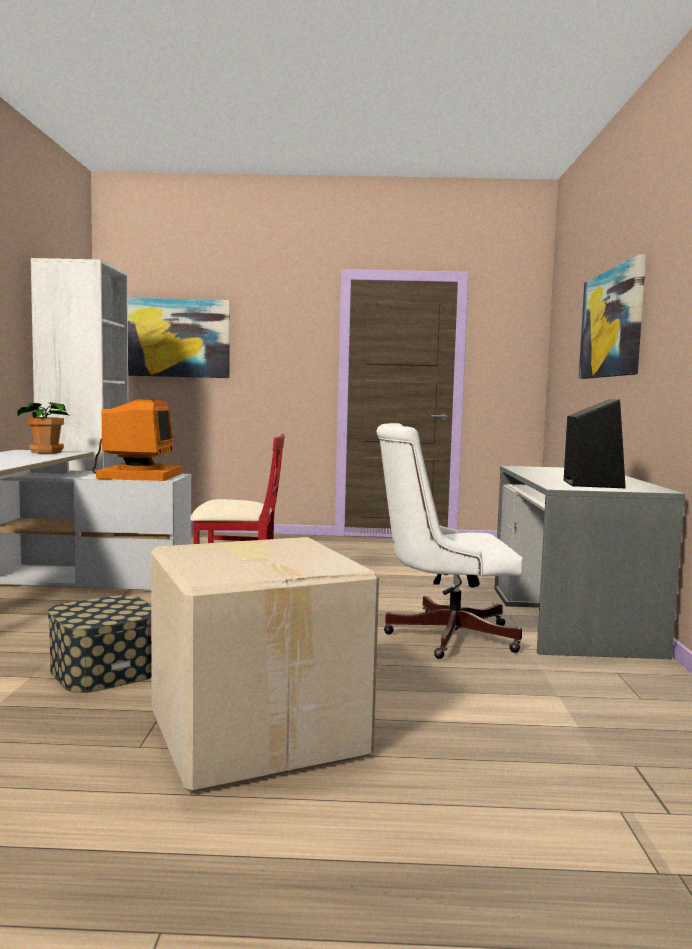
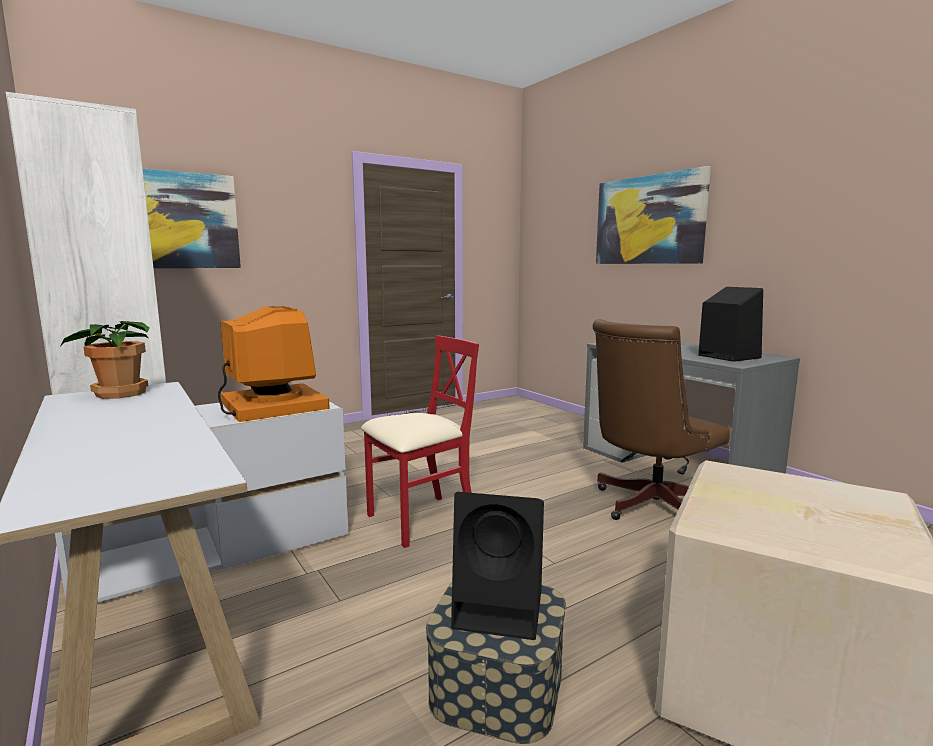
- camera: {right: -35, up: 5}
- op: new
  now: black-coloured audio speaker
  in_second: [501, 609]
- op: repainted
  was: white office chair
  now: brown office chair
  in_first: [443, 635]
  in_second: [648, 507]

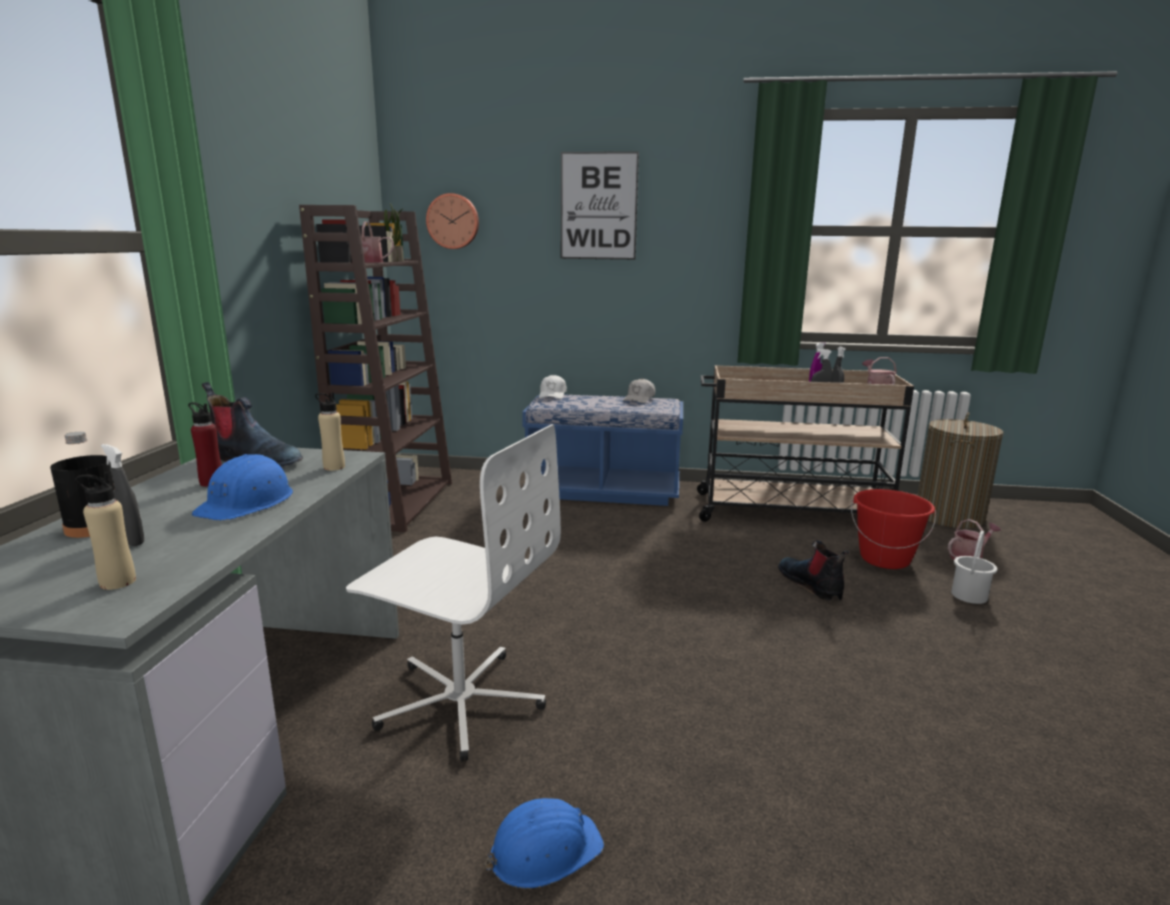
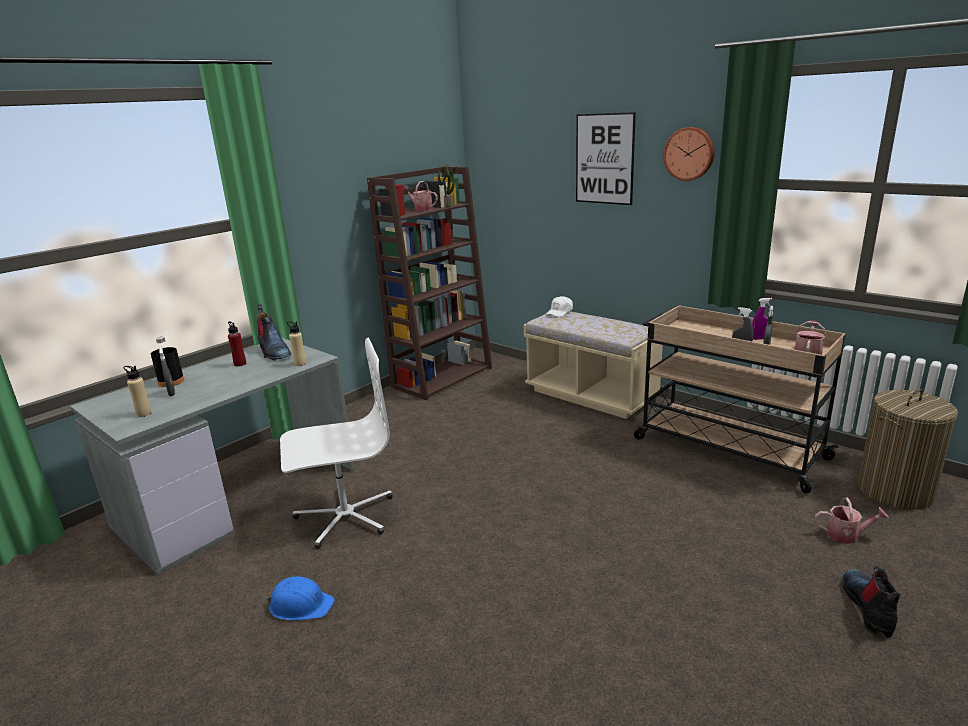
- camera: {right: 35, up: 5}
- op: rotated
  was: white office chair
  in_first: [460, 700]
  in_second: [345, 516]
  clockwise: -75
- op: repainted
  was: blue indoor bench
  now: beige indoor bench
  in_first: [603, 491]
  in_second: [591, 395]
- op: shifted
  was: hanging clock
  in_first: [453, 221]
  in_second: [689, 153]
- op: shifted
  was: tall boot
  in_first: [811, 585]
  in_second: [869, 608]
- op: gone
  was: blue hard hat
  in_first: [247, 502]
- op: gone
  was: white baseball cap
  in_first: [639, 399]
- op: gone
  was: reddish water bucket
  in_first: [884, 559]
- op: gone
  was: white water bucket
  in_first: [970, 595]

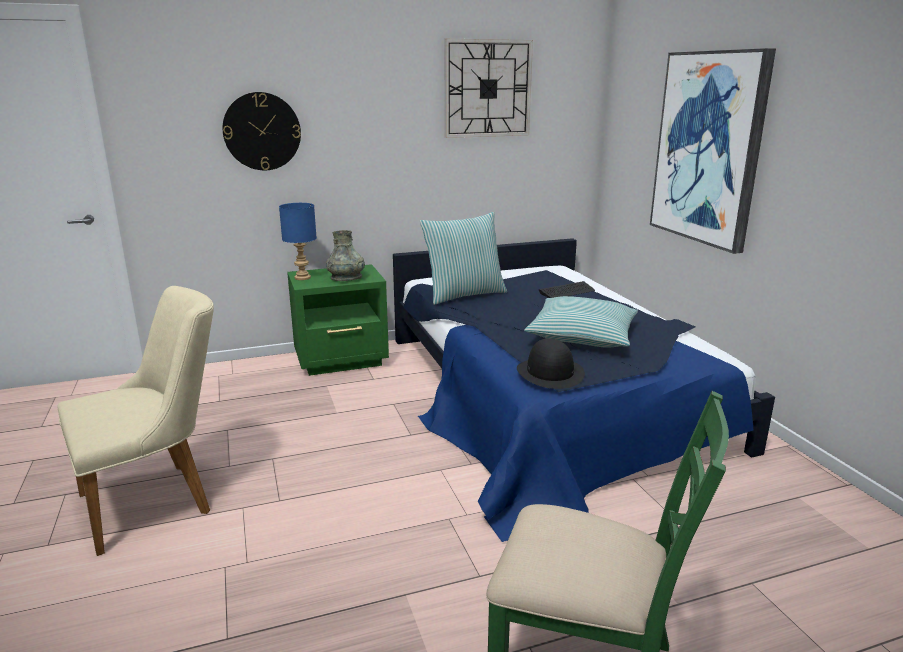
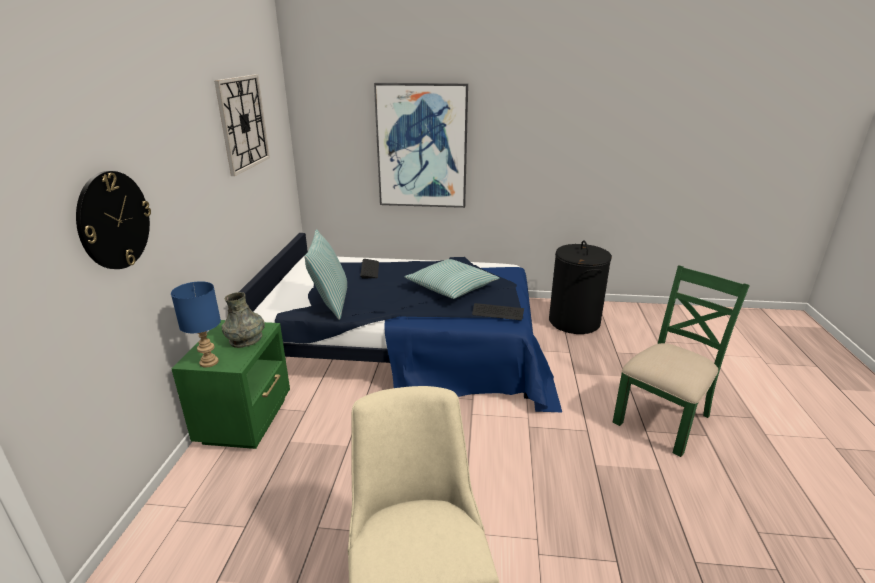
- camera: {right: -65, up: 5}
- op: swapped
  was: black-coloured hat
  now: computer keyboard
  in_first: [550, 373]
  in_second: [497, 313]
- op: new
  now: black-coloured hamper
  in_second: [574, 322]

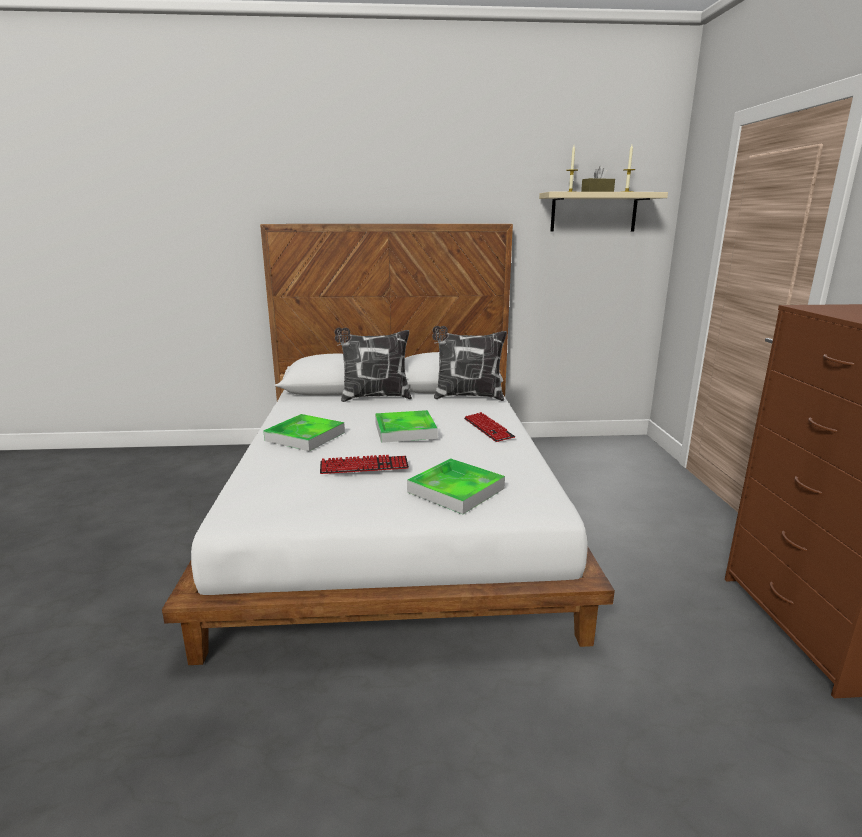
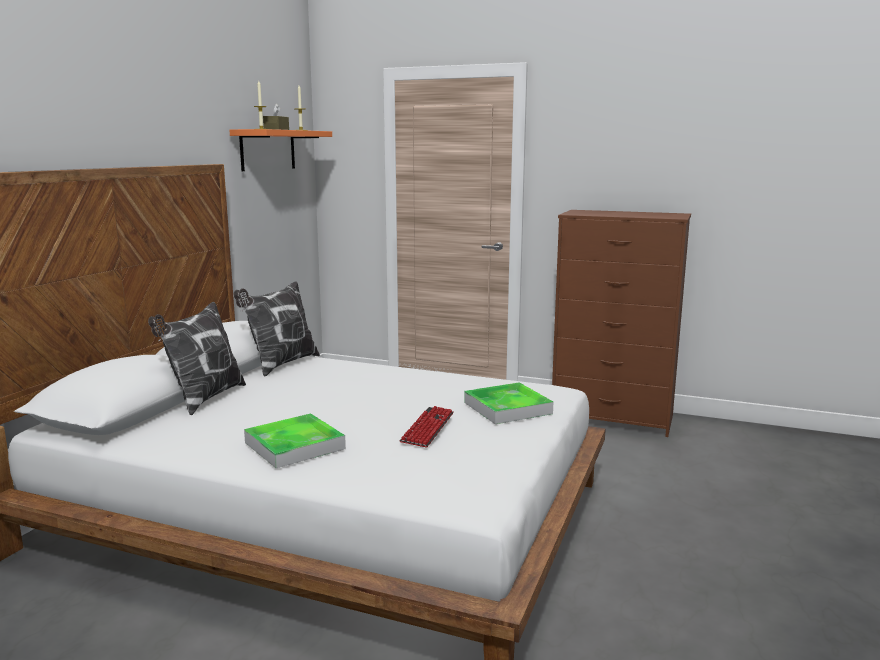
- camera: {right: -65, up: -5}
- op: repainted
  was: beige bracket shelf
  now: orangey bracket shelf
  in_first: [593, 212]
  in_second: [268, 150]
- op: gone
  was: serving tray
  in_first: [405, 430]
- op: gone
  was: computer keyboard
  in_first: [488, 428]

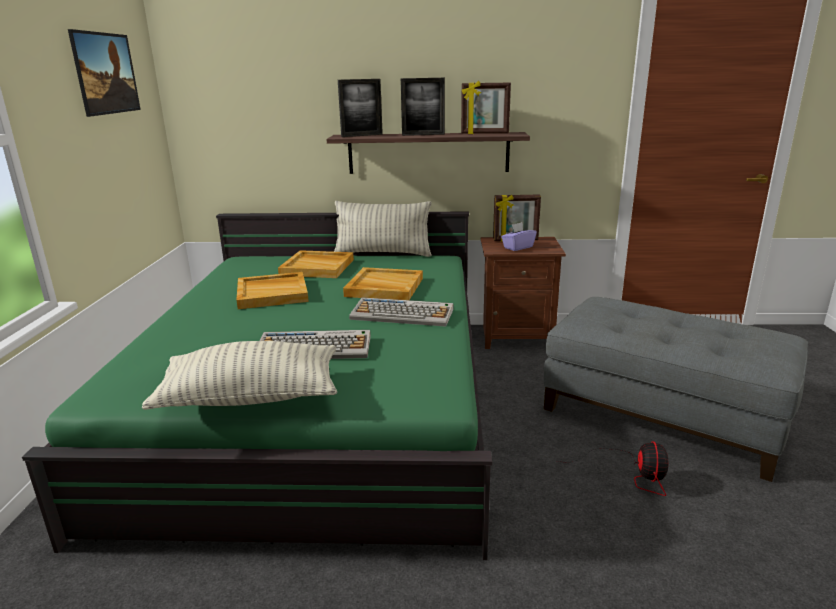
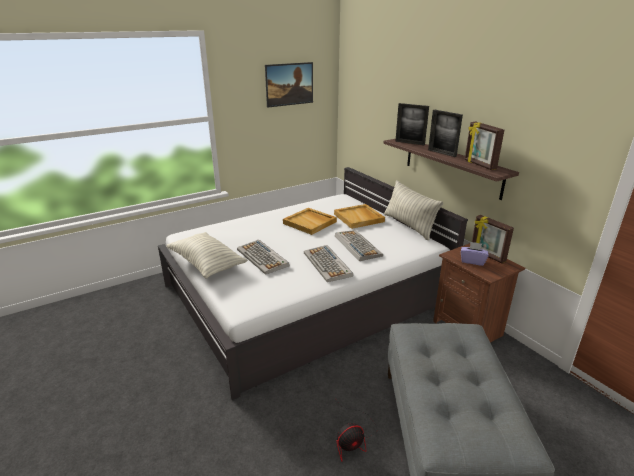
- camera: {right: 55, up: 5}
- op: repainted
  was: green bedroom bed
  now: white bedroom bed
  in_first: [322, 404]
  in_second: [306, 293]
- op: swapped
  was: beige serving tray
  now: computer keyboard
  in_first: [384, 287]
  in_second: [357, 245]

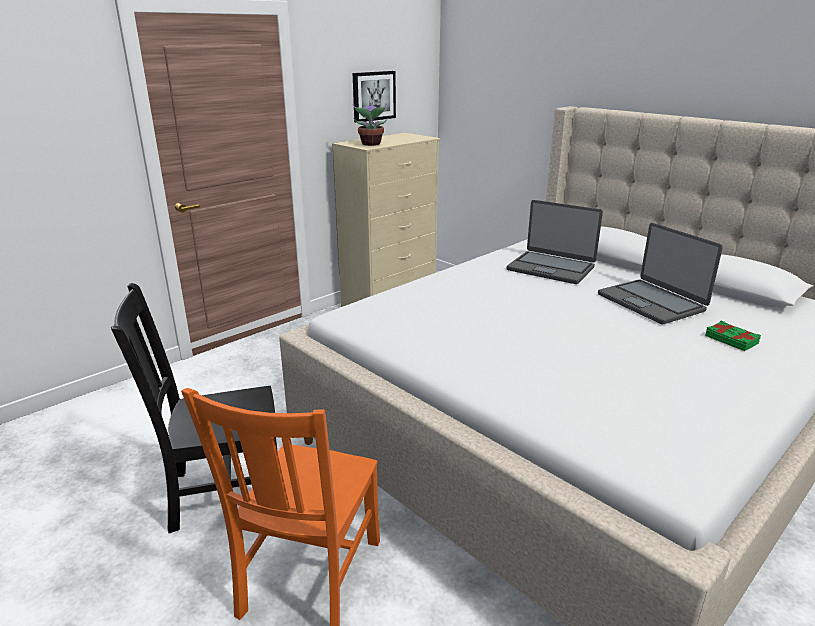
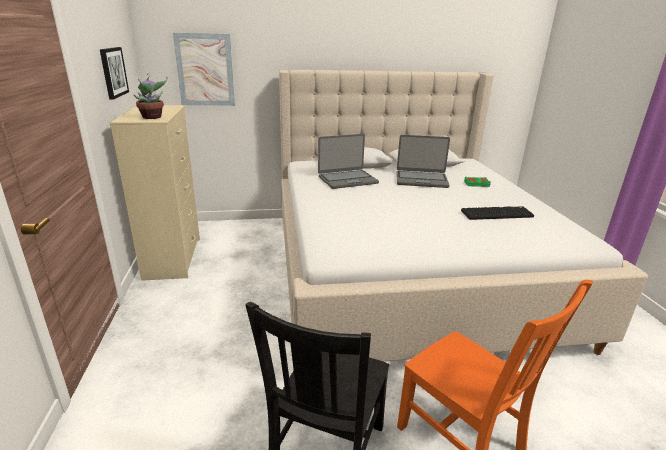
- camera: {right: -55, up: 0}
- op: new
  now: wall art
  in_second: [205, 70]
- op: new
  now: computer keyboard
  in_second: [497, 214]

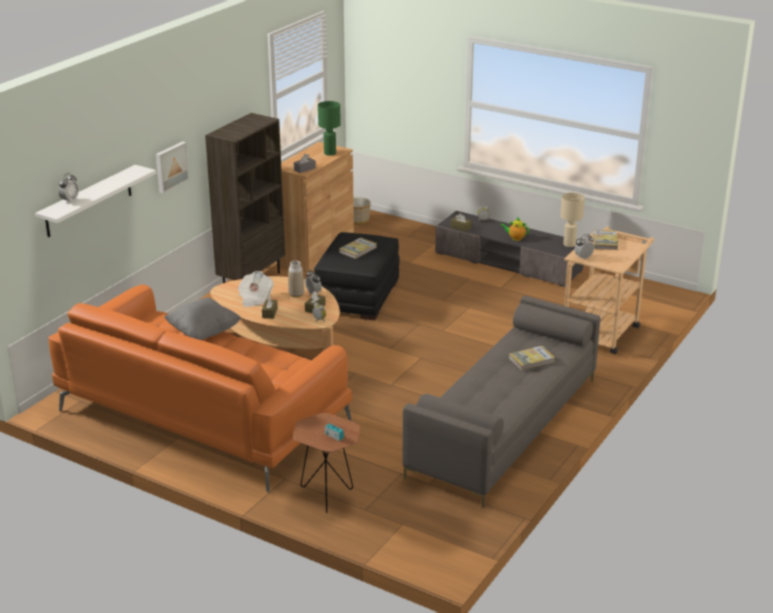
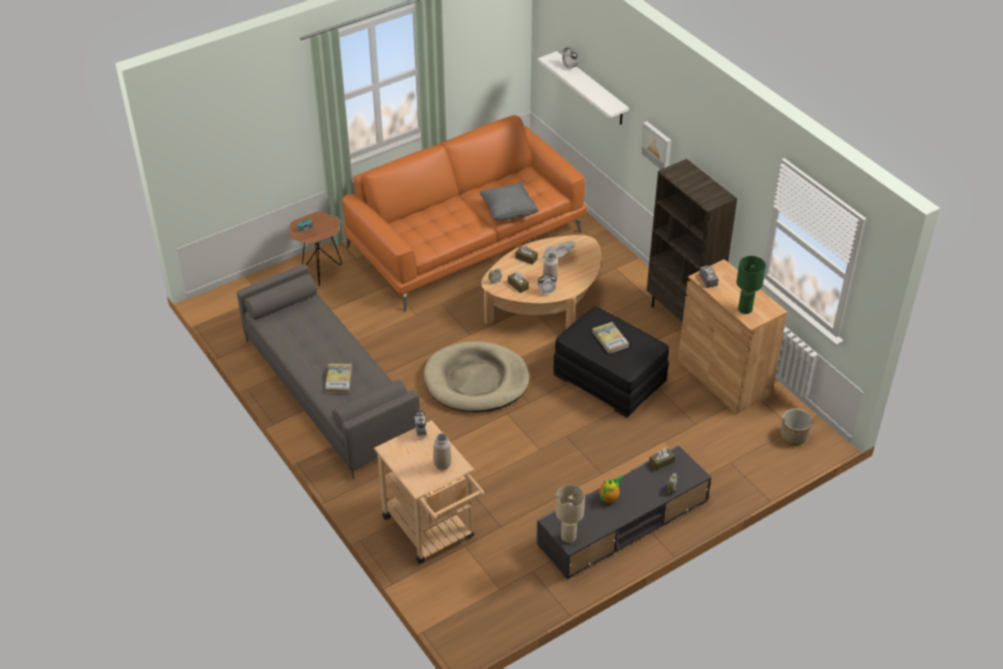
- camera: {right: 115, up: 15}
- op: new
  now: beige dog cushion
  in_second: [476, 381]
- op: swapped
  was: book
  now: vase
  in_first: [605, 241]
  in_second: [442, 464]

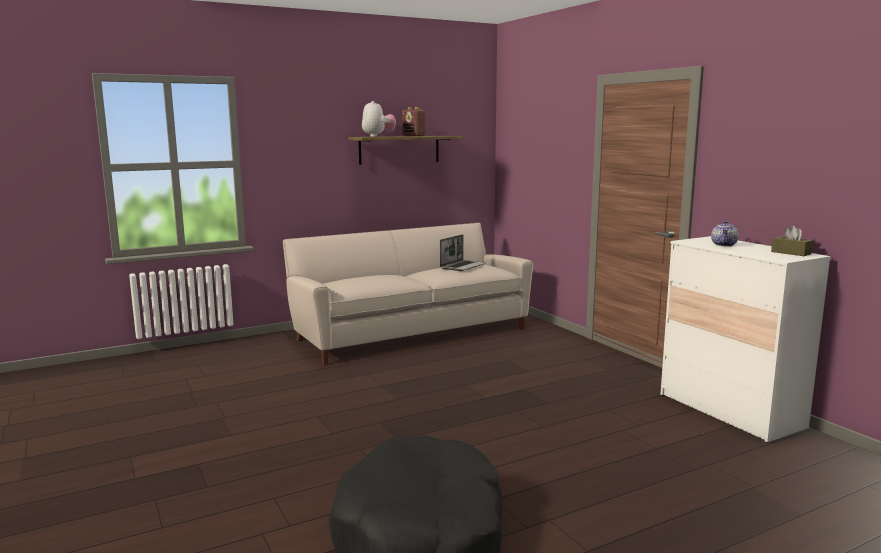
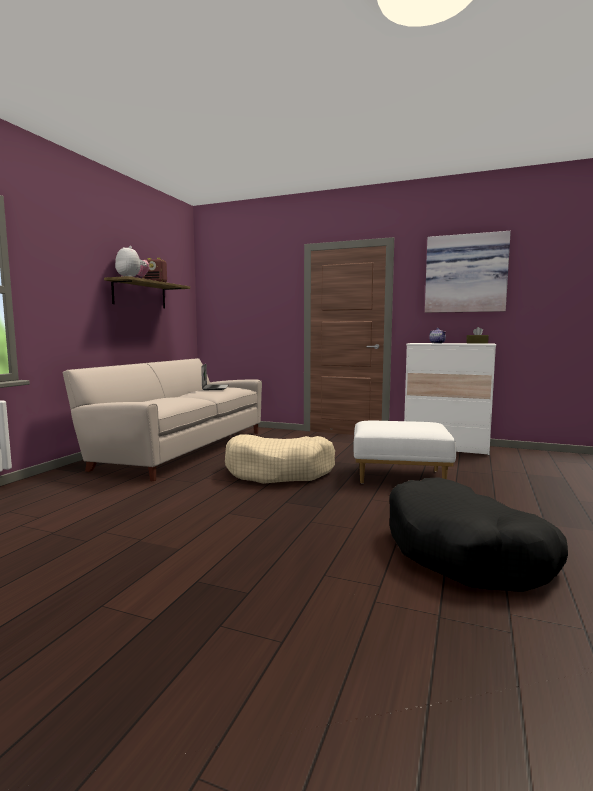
- camera: {right: -40, up: -5}
- op: new
  now: beige dog cushion
  in_second: [279, 471]
- op: new
  now: white ottoman
  in_second: [400, 476]
- op: new
  now: wall art
  in_second: [465, 274]

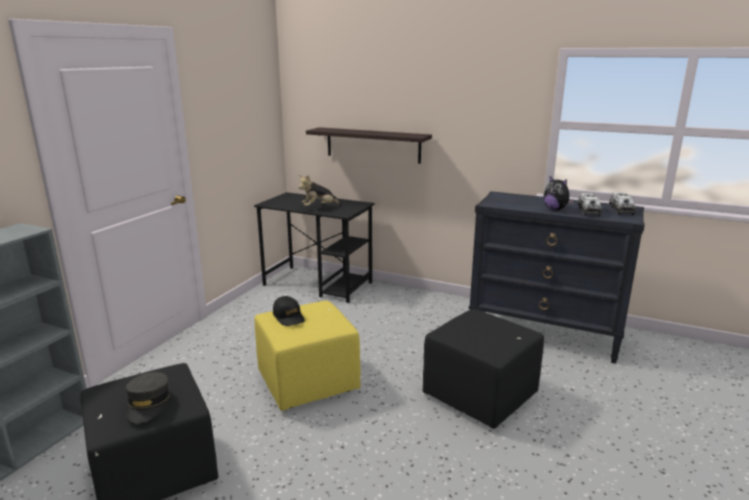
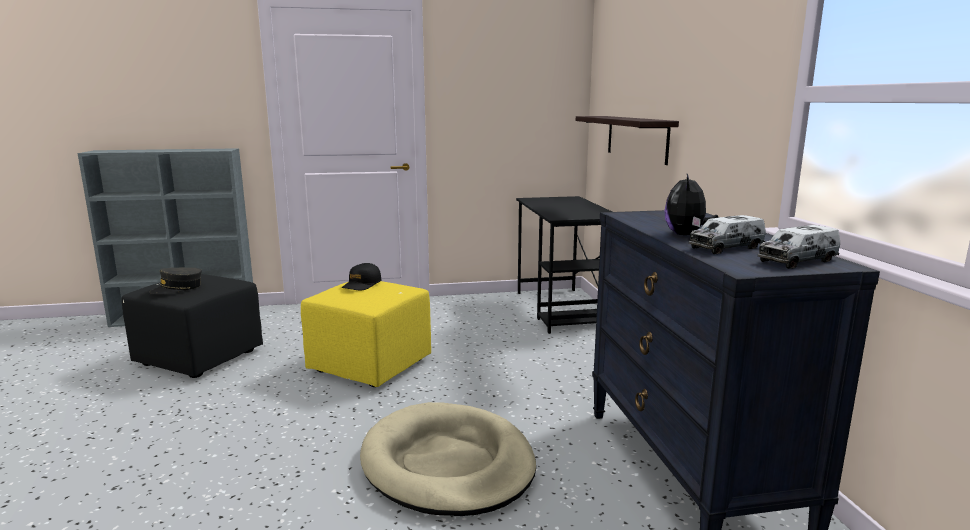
- camera: {right: 55, up: -5}
- op: swapped
  was: black-coloured ottoman
  now: beige dog cushion
  in_first: [481, 396]
  in_second: [448, 464]
- op: gone
  was: cuddly toy
  in_first: [319, 207]

